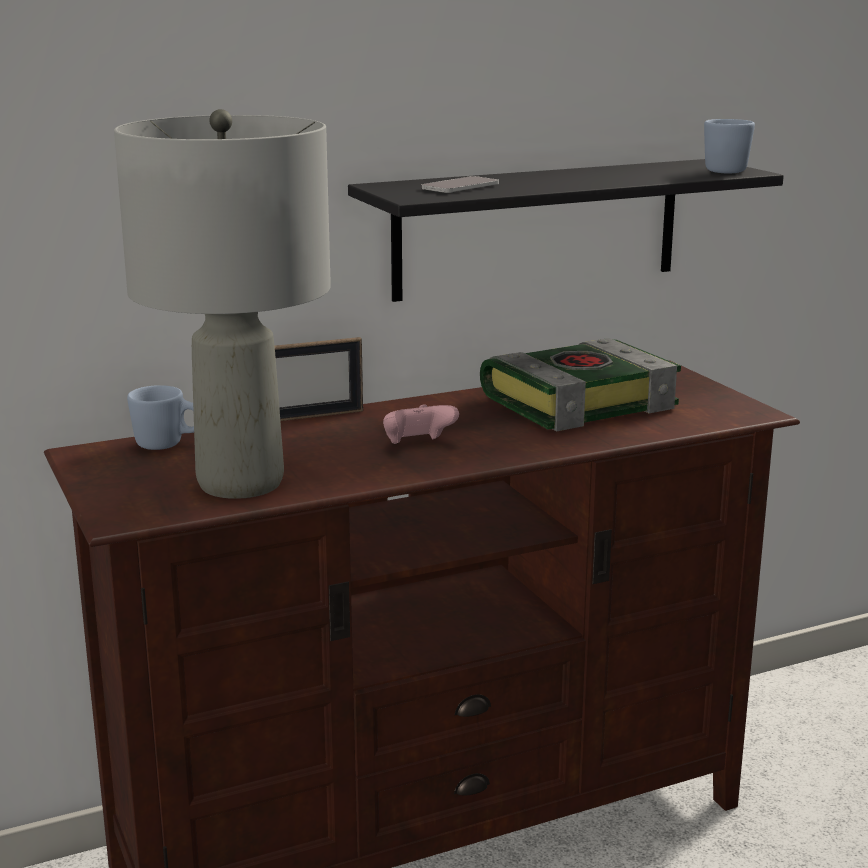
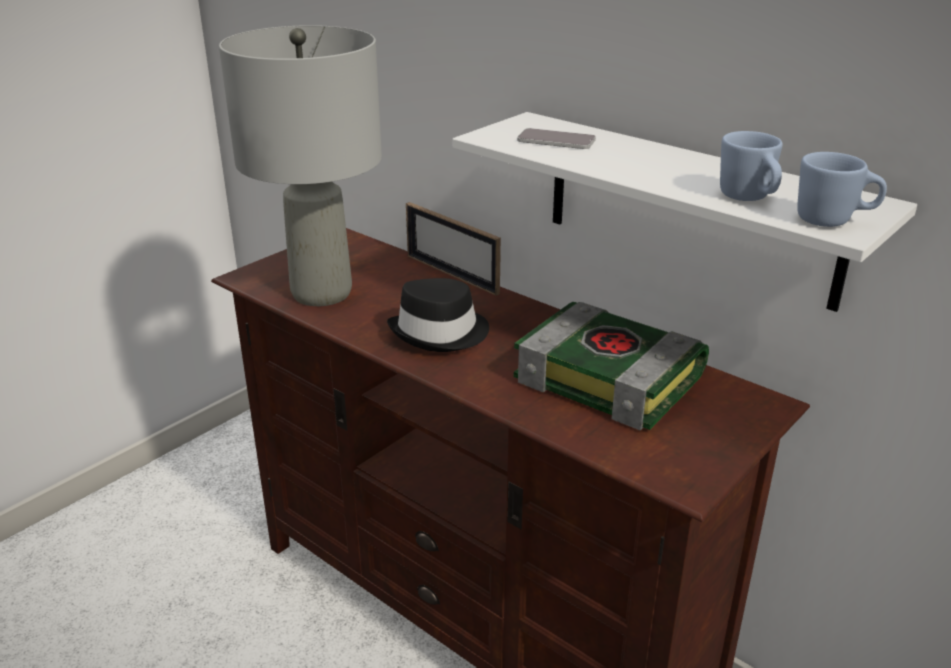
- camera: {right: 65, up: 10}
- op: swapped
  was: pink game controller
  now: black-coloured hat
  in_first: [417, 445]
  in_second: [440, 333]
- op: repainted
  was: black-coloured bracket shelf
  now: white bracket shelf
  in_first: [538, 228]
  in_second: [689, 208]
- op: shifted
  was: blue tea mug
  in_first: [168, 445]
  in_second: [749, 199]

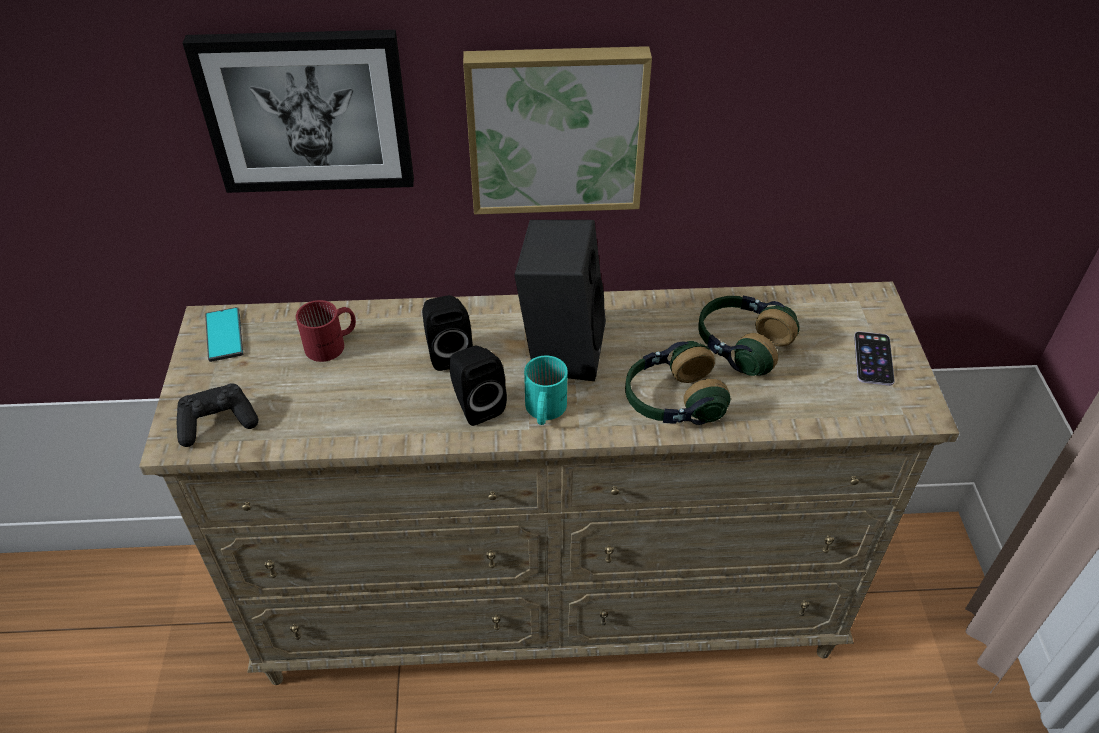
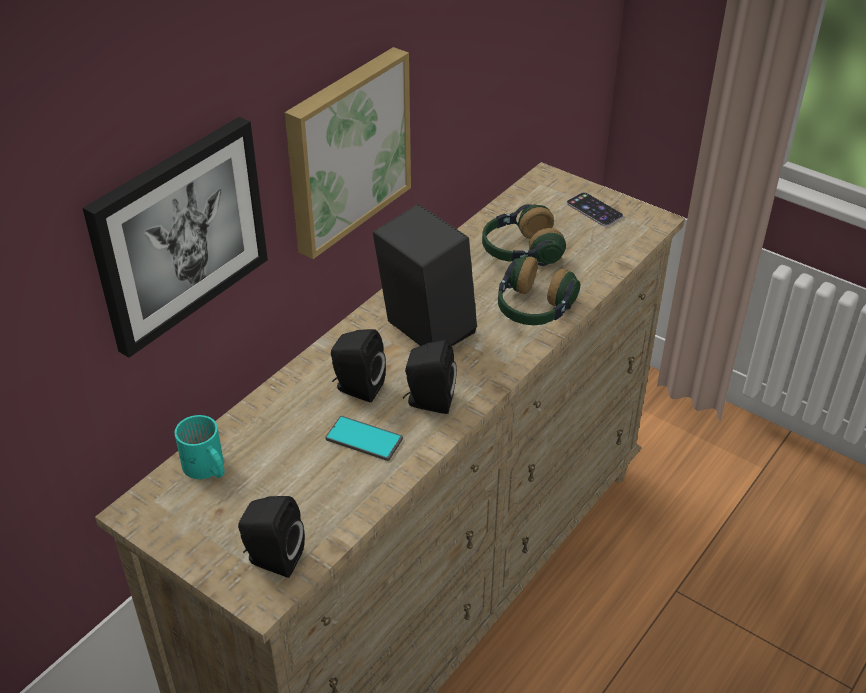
- camera: {right: -50, up: -5}
- op: shifted
  was: turquoise tea mug
  in_first: [543, 410]
  in_second: [206, 469]
- op: swapped
  was: black-coloured game controller
  now: black-coloured audio speaker
  in_first: [217, 423]
  in_second: [272, 559]
- op: shifted
  was: handset
  in_first: [224, 335]
  in_second: [364, 439]
- op: gone
  was: reddish tea mug
  in_first: [332, 345]

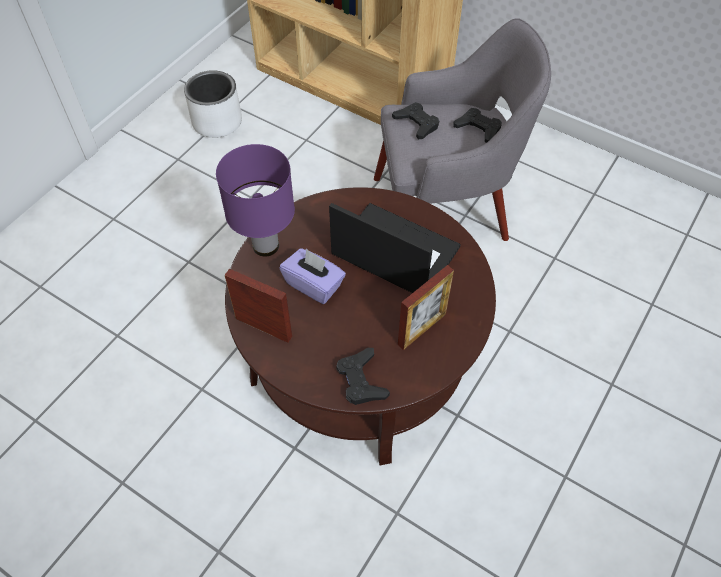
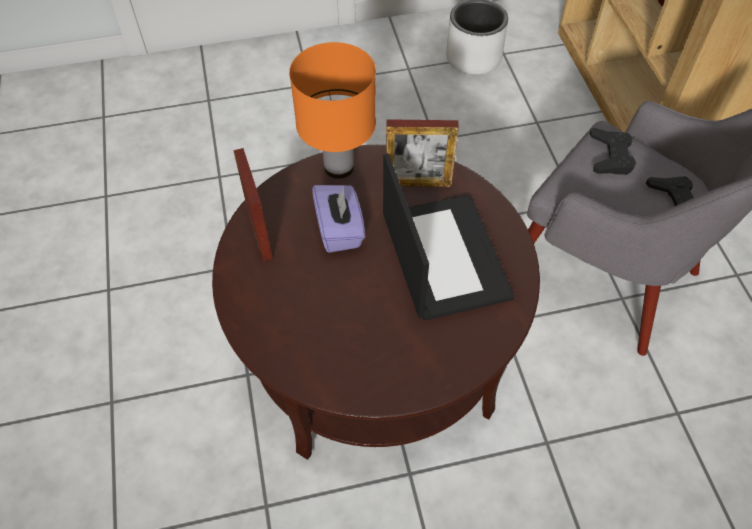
- camera: {right: 45, up: 0}
- op: repainted
  was: purplish lamp for a table
  now: orangey lamp for a table
  in_first: [266, 245]
  in_second: [340, 166]
- op: shifted
  was: photo frame
  in_first: [422, 329]
  in_second: [418, 183]
- op: gone
  was: black-coloured game controller
  in_first: [361, 380]

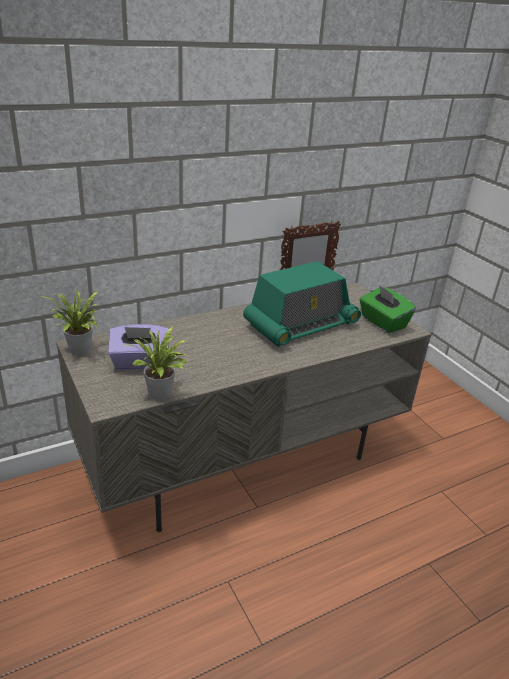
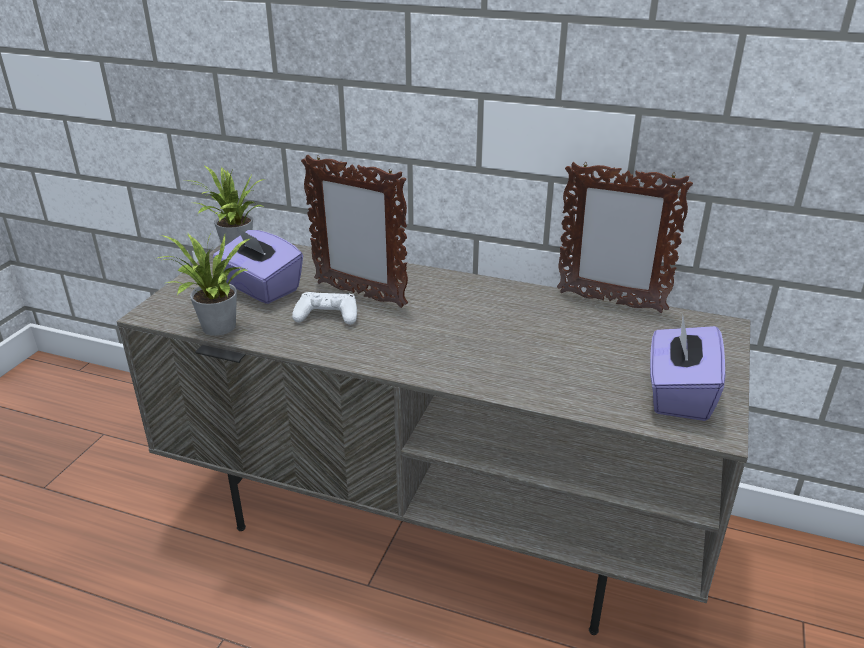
- camera: {right: 50, up: 0}
- op: new
  now: white game controller
  in_second: [327, 315]
- op: new
  now: photo frame
  in_second: [359, 294]
- op: repainted
  was: green tissue holder
  now: purplish tissue holder
  in_first: [382, 322]
  in_second: [678, 394]
- op: gone
  was: radio receiver
  in_first: [300, 325]

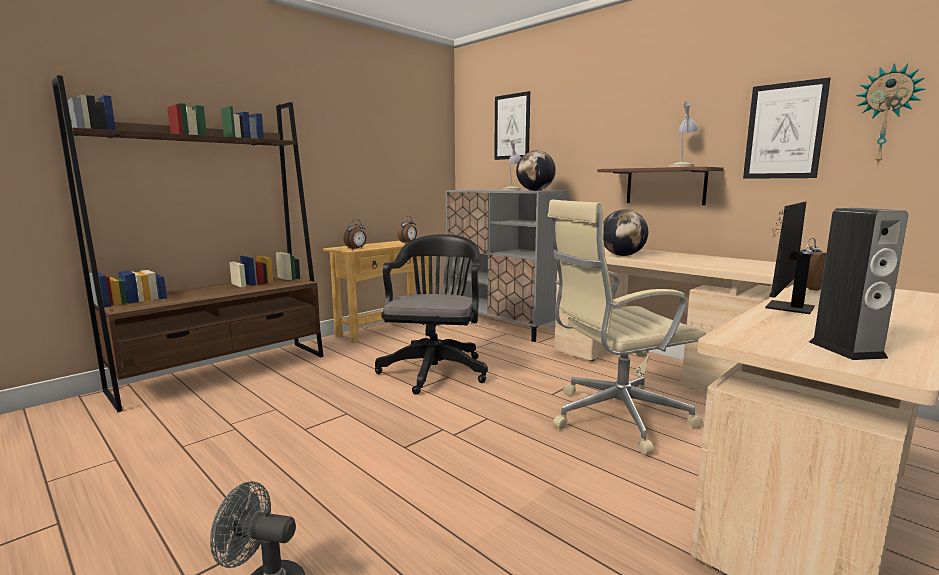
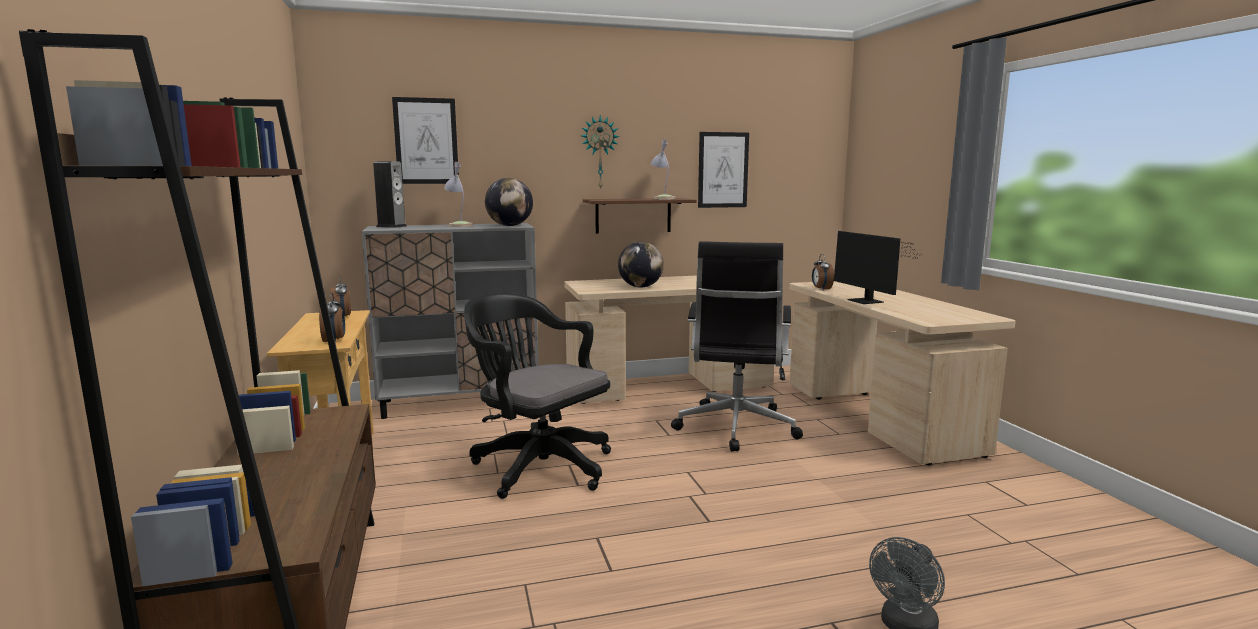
- camera: {right: -60, up: 0}
- op: shifted
  was: audio speaker
  in_first: [846, 349]
  in_second: [391, 226]
- op: shifted
  was: hanging clock
  in_first: [886, 115]
  in_second: [599, 152]
- op: repainted
  was: beige office chair
  now: black-coloured office chair
  in_first: [615, 417]
  in_second: [735, 428]

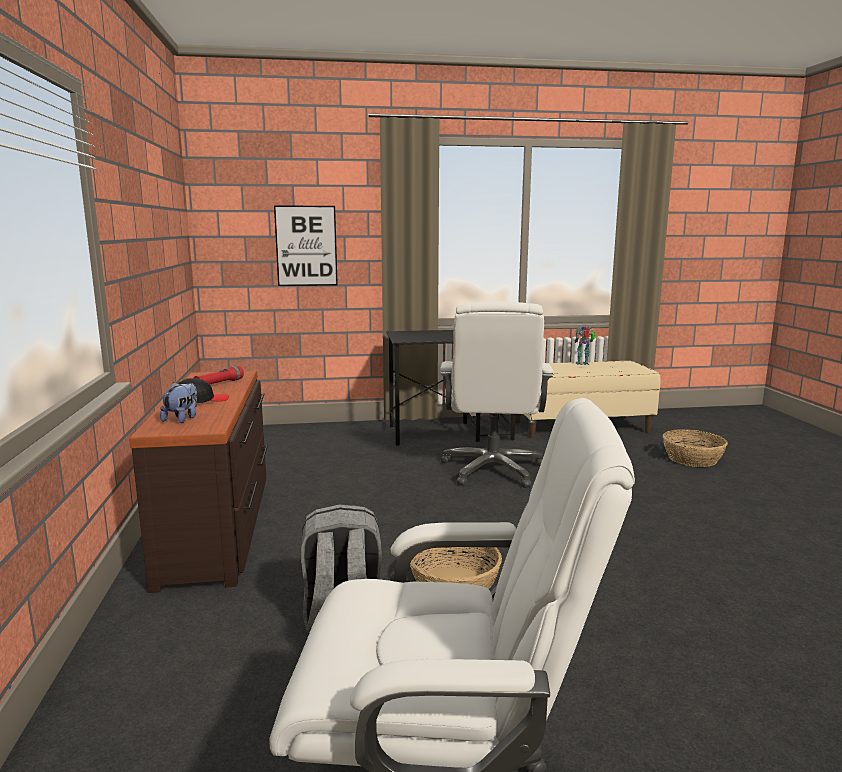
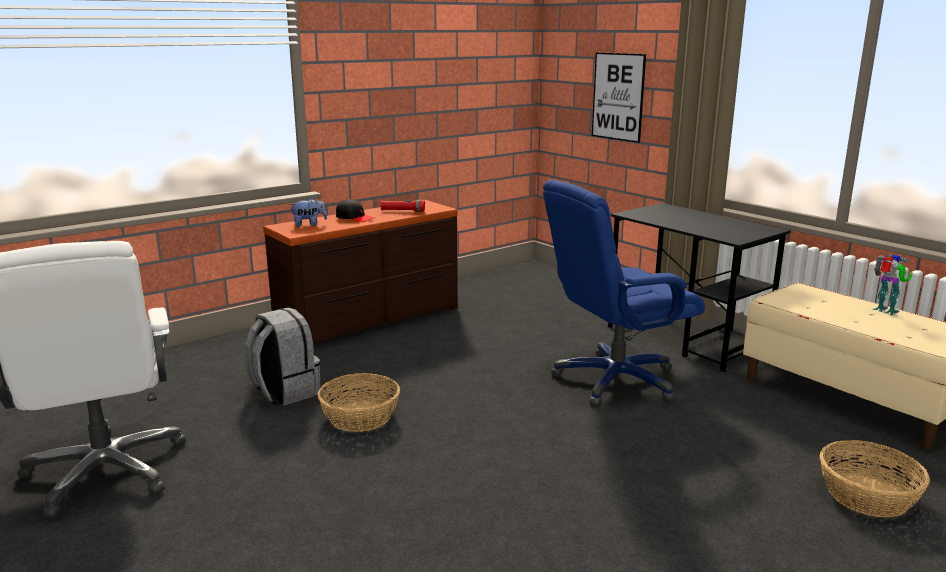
- camera: {right: 60, up: 5}
- op: repainted
  was: white office chair
  now: blue office chair
  in_first: [493, 470]
  in_second: [615, 380]

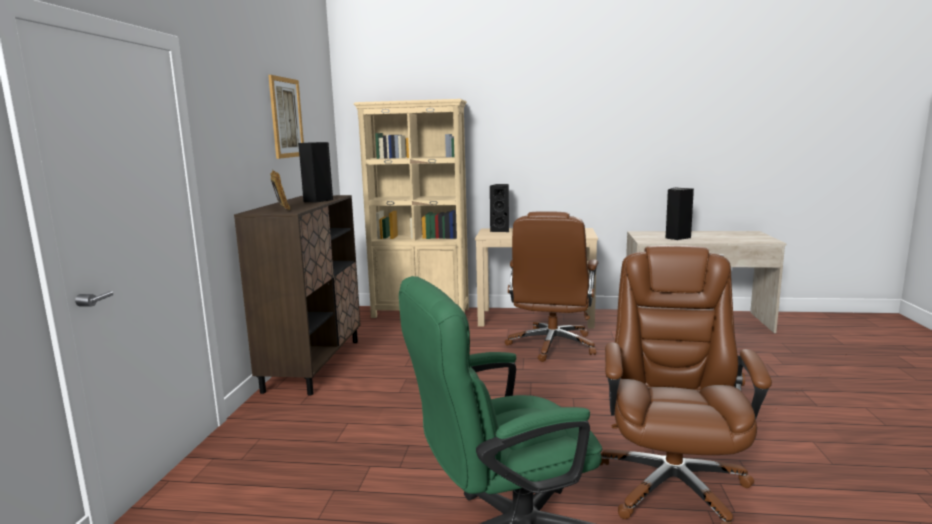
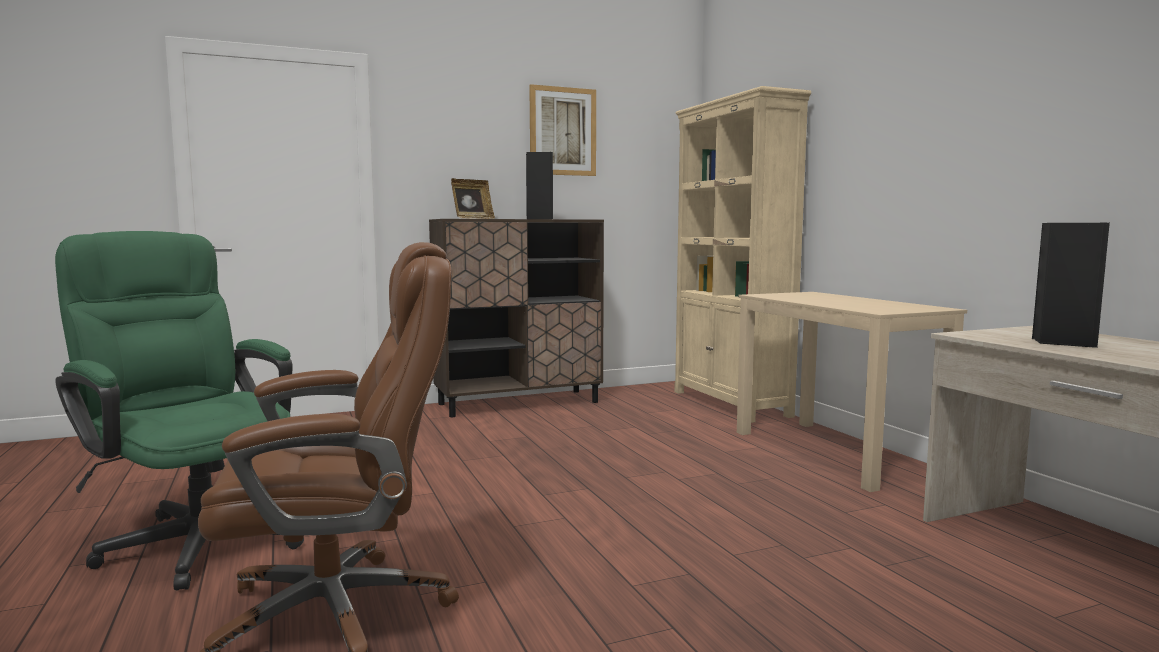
- camera: {right: 60, up: -5}
- op: gone
  was: black-coloured audio speaker
  in_first: [501, 230]
- op: gone
  was: brown office chair
  in_first: [552, 346]

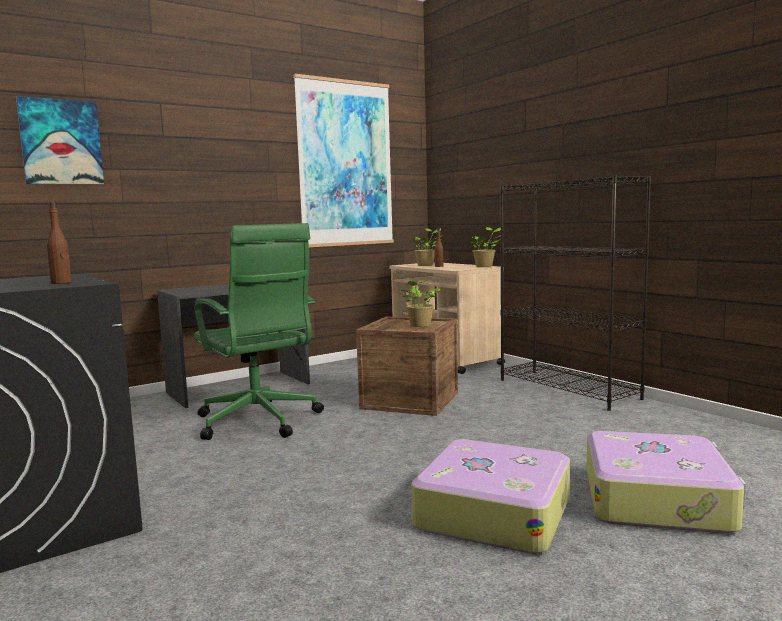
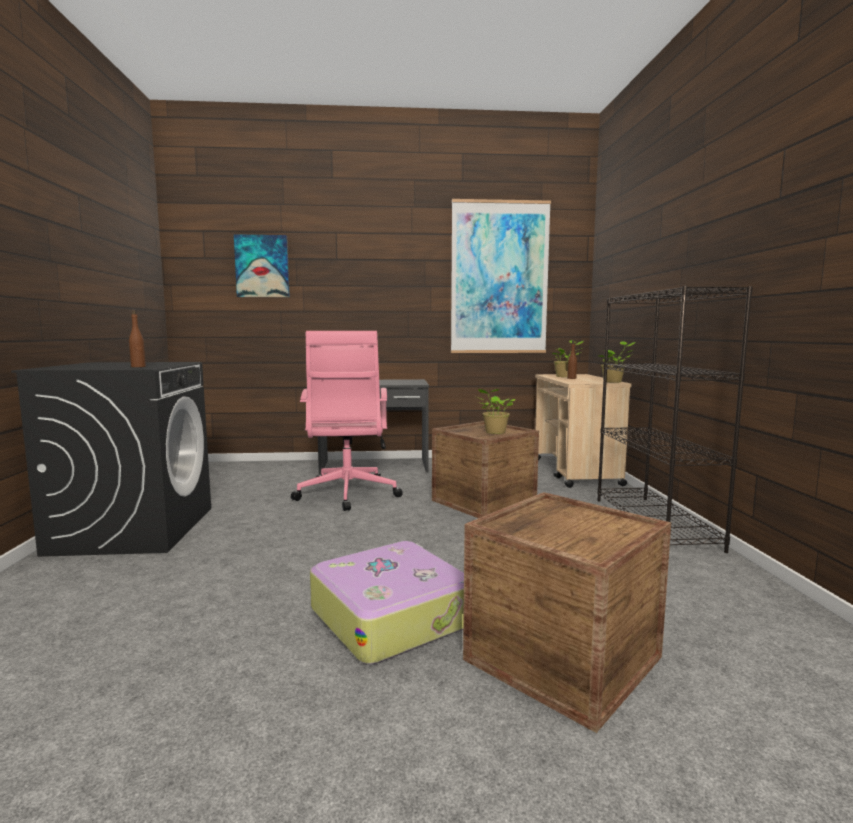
- camera: {right: 30, up: 0}
- op: repainted
  was: green office chair
  now: pink office chair
  in_first: [259, 421]
  in_second: [347, 494]
- op: swapped
  was: piece of luggage
  now: packing crate
  in_first: [657, 499]
  in_second: [562, 658]

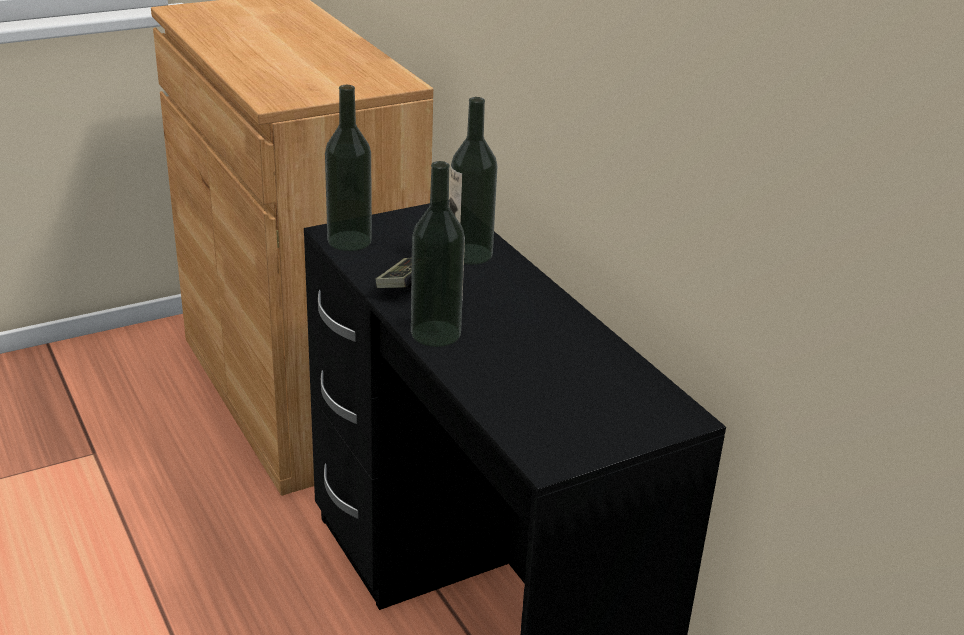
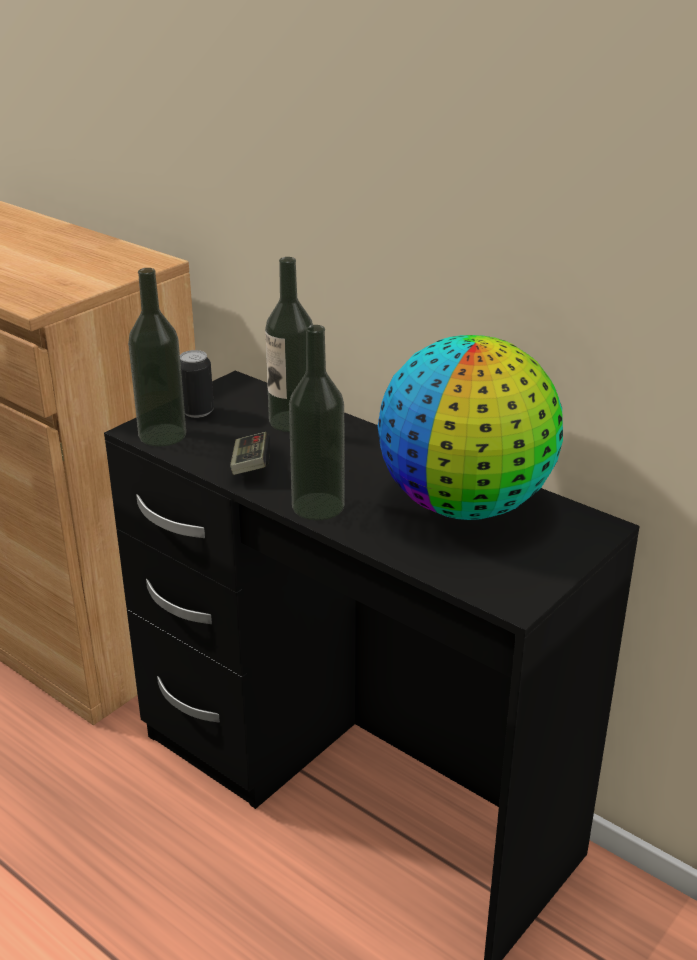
- camera: {right: -20, up: 0}
- op: new
  now: sealed can
  in_second: [197, 411]
- op: new
  now: globe
  in_second: [466, 505]

